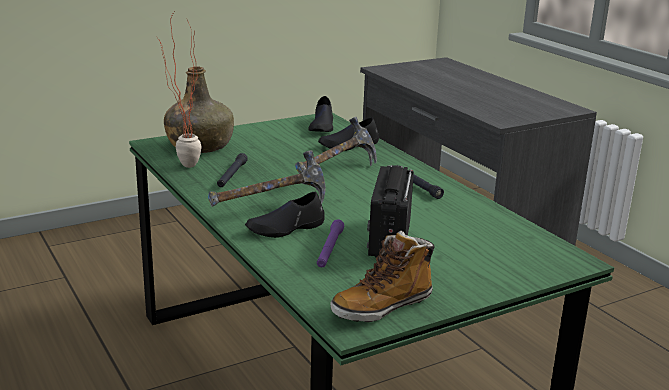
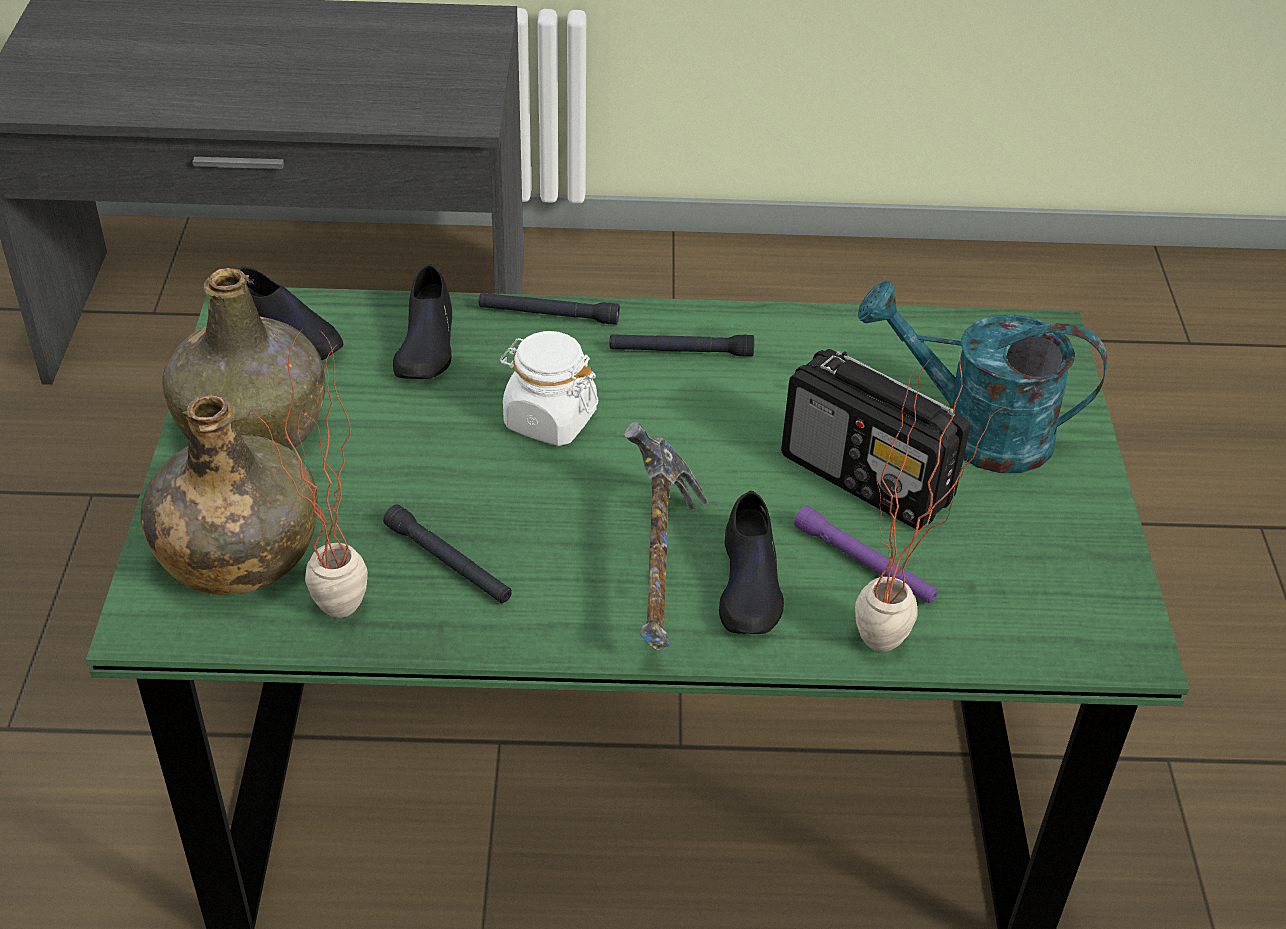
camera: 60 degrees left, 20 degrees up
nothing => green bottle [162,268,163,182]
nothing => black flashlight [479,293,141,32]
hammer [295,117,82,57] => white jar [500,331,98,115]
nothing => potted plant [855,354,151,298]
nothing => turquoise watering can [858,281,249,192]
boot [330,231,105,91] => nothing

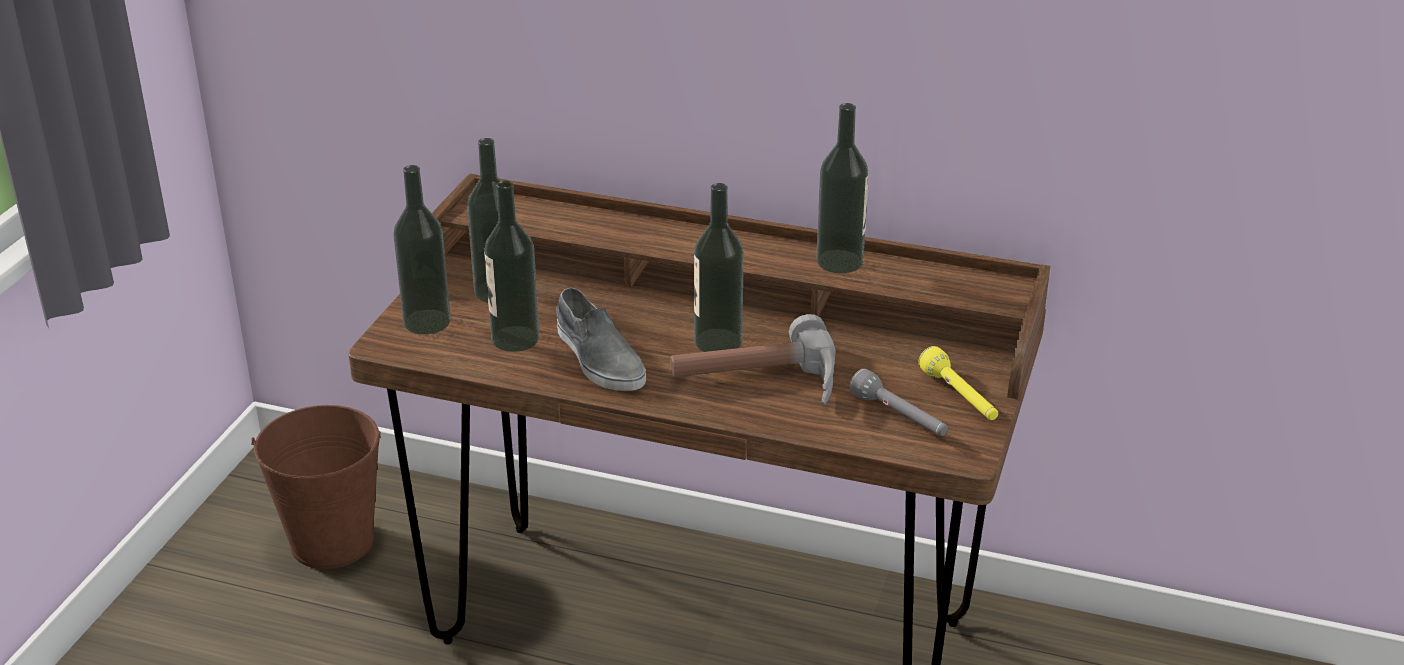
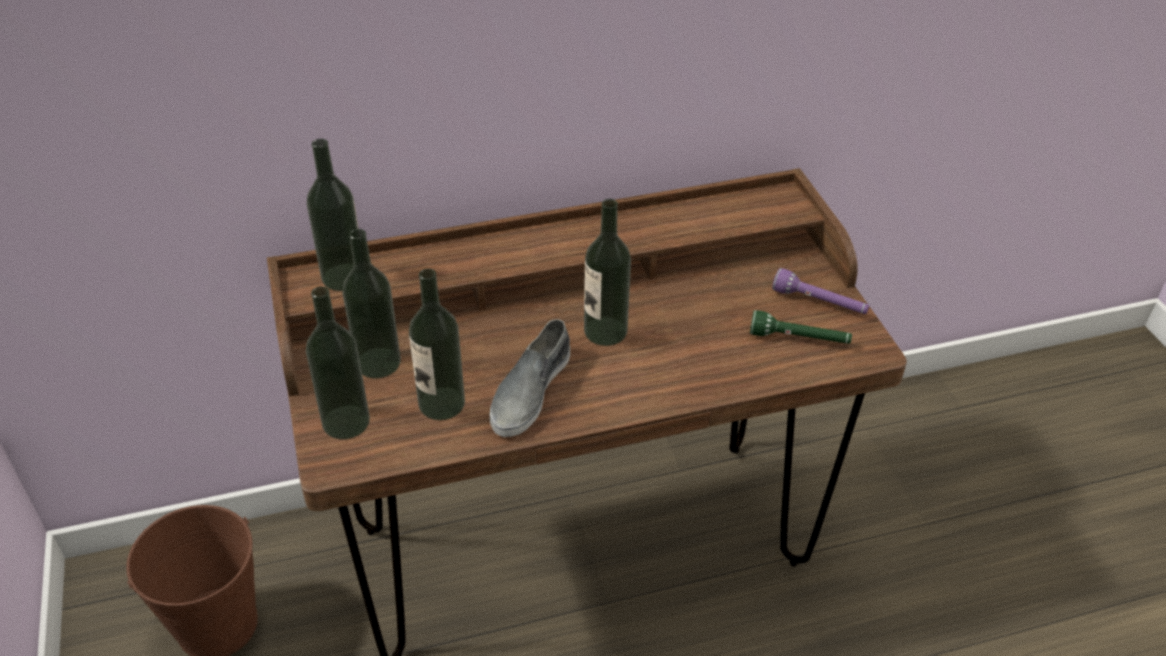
camera: 35 degrees left, 10 degrees up
bottle [816,103,53,170] => bottle [307,139,52,152], shifted
grey shoe [556,287,90,104] => grey shoe [490,319,80,118], 90 degrees clockwise
grey flashlight [849,369,99,67] => green flashlight [750,310,102,34]
yellow flashlight [918,346,80,74] => purple flashlight [772,268,97,46]
hammer [670,314,166,91] => nothing

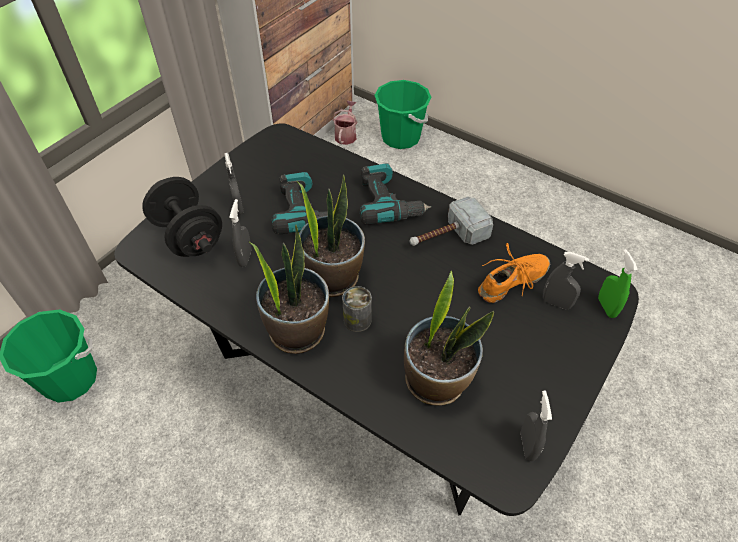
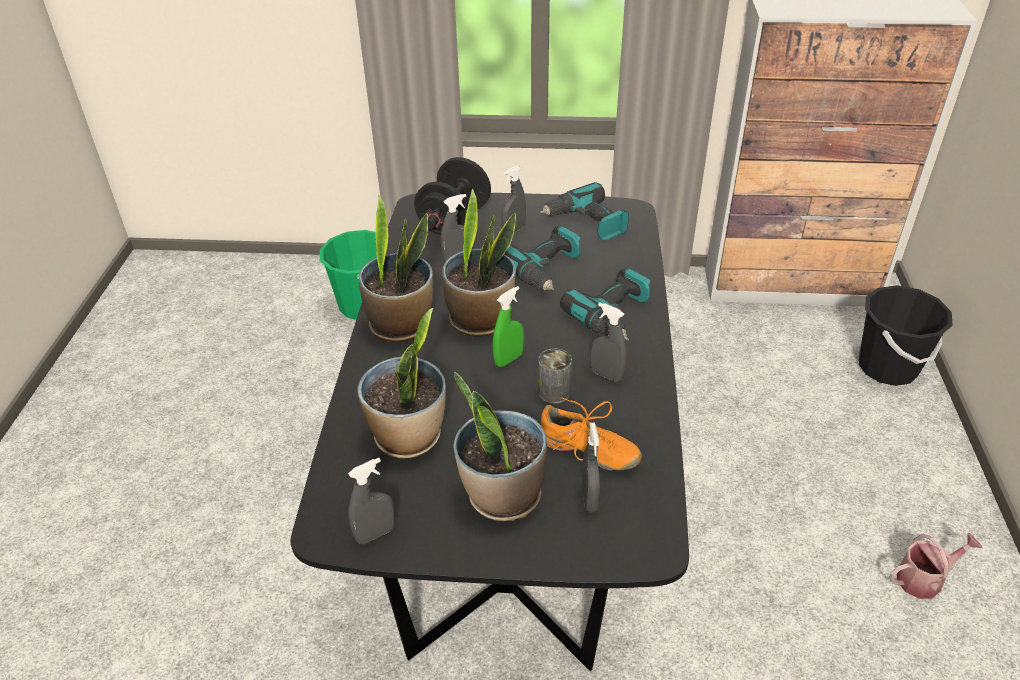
camera: 60 degrees right, 10 degrees down
nothing => potted plant [454,371,93,150]
green spray bottle [598,249,40,69] => green spray bottle [493,286,31,81], shifted
can [342,286,30,46] => can [538,348,34,55], shifted
nothing => power drill [540,182,89,59]
hammer [410,196,83,50] => grey spray bottle [591,302,36,80]
green bucket [375,80,57,69] => black bucket [859,285,94,101]
watering can [333,101,24,44] => watering can [889,533,94,66], shifted

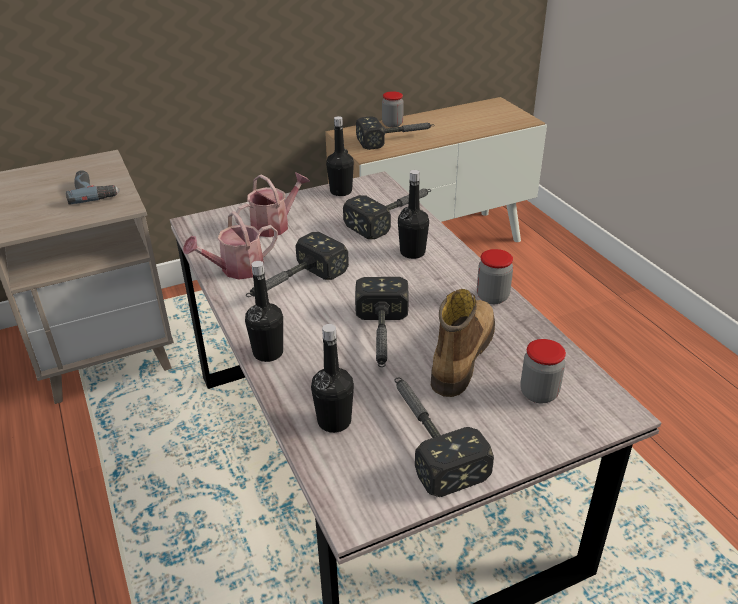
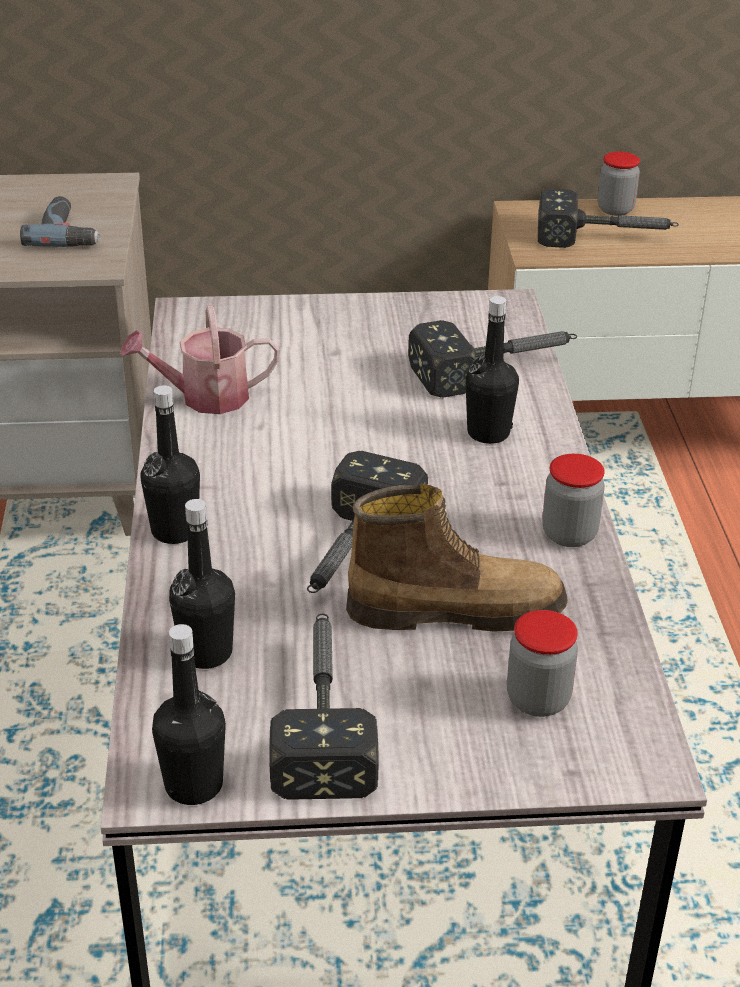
camera: 20 degrees right, 0 degrees up
black bottle [326,116,28,80] => black bottle [152,624,74,181], shifted
boot [431,289,64,108] => boot [346,484,222,148], 45 degrees clockwise
watering can [235,172,75,65] => nothing
hammer [246,232,103,65] => nothing

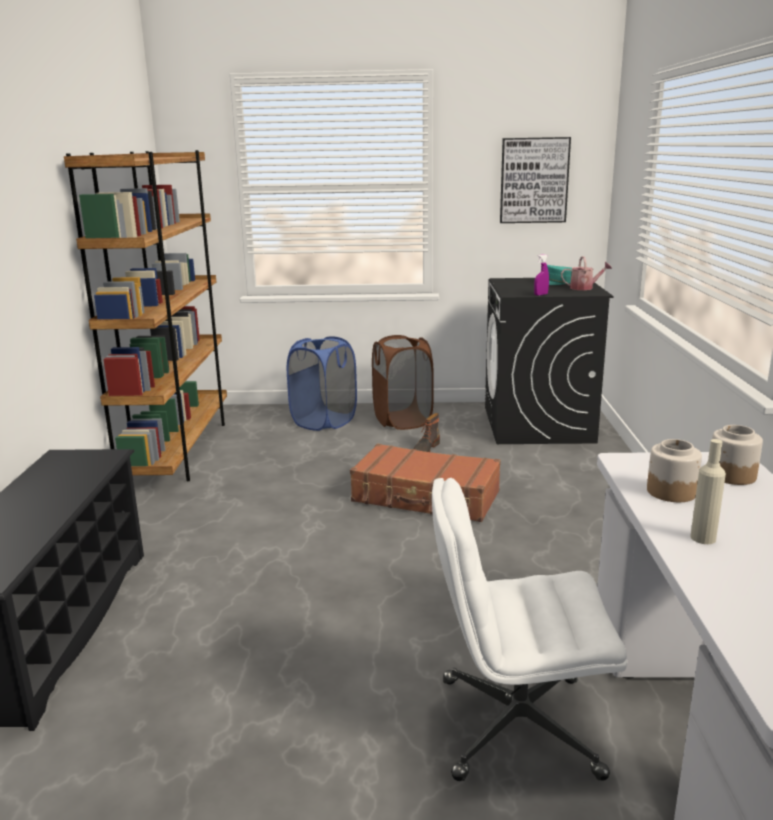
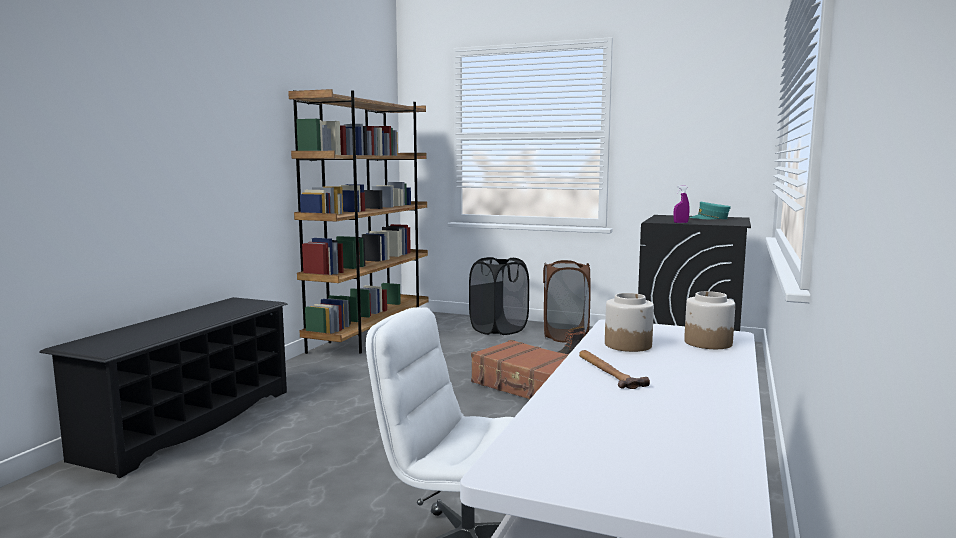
camera: 20 degrees right, 10 degrees down
blue laundry basket [287,336,70,95] => black laundry basket [469,257,60,78]
beige bottle [690,439,36,105] => hammer [579,350,71,39]
picture [500,137,71,86] => nothing
watering can [561,256,51,34] => nothing

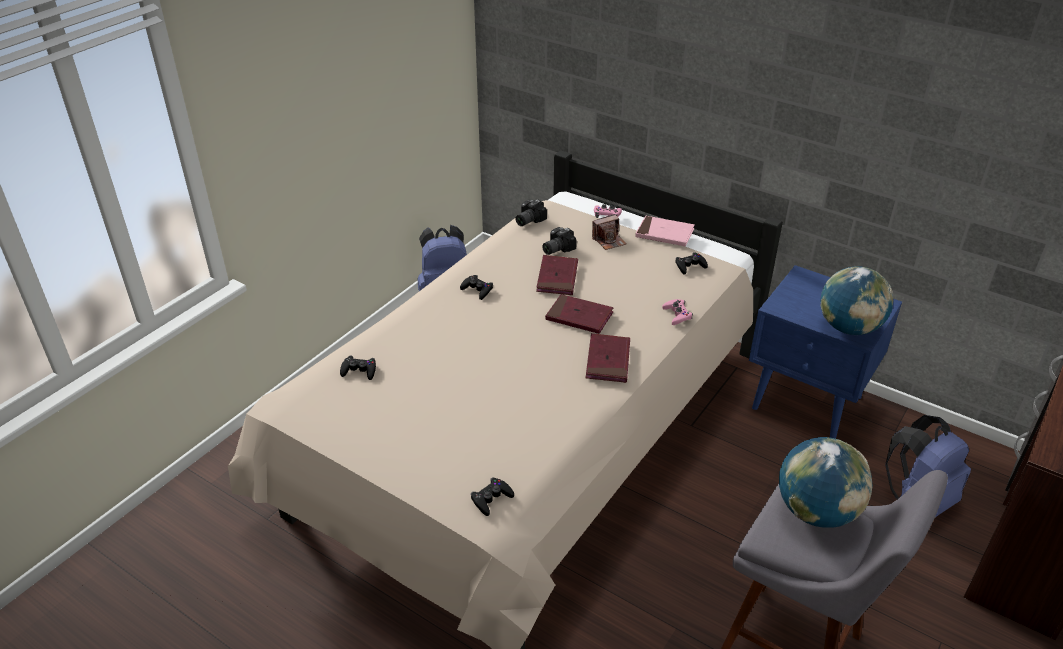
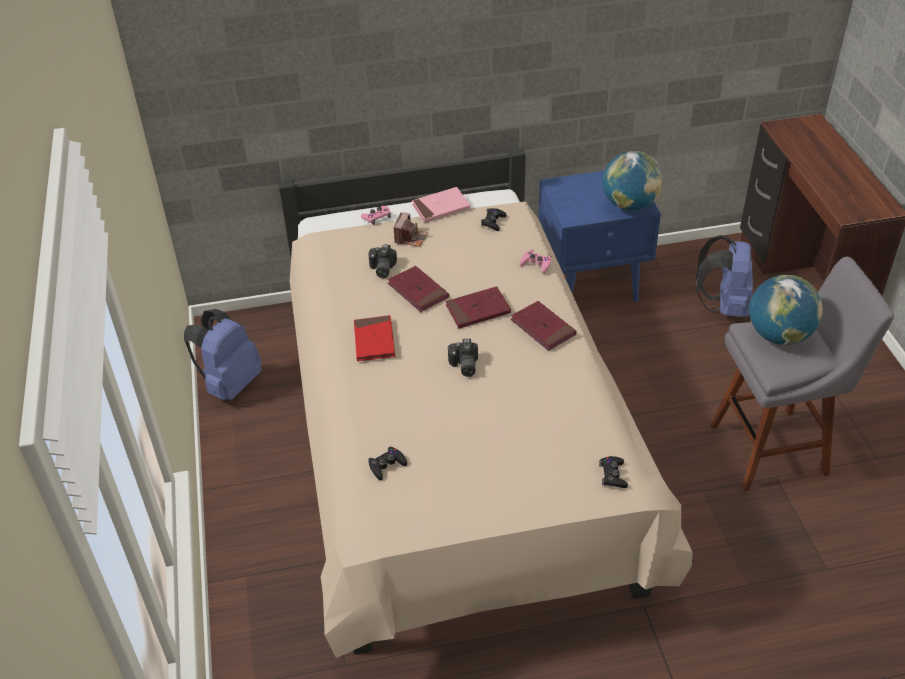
camera: 45 degrees left, 5 degrees up
black game controller [460,275,33,25] => red book [354,315,41,46]
photo camera [516,199,31,27] => photo camera [448,339,30,38], shifted

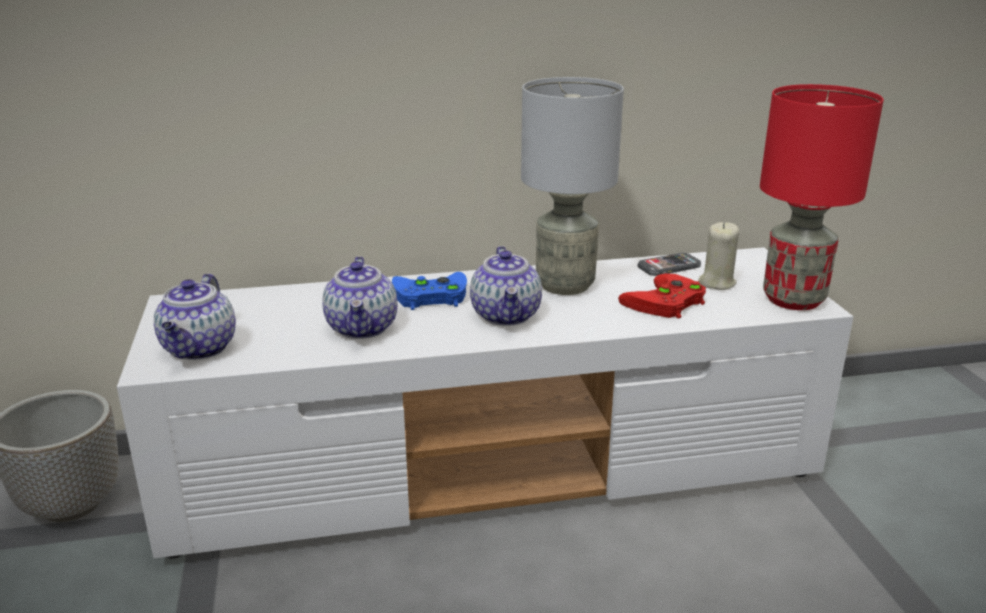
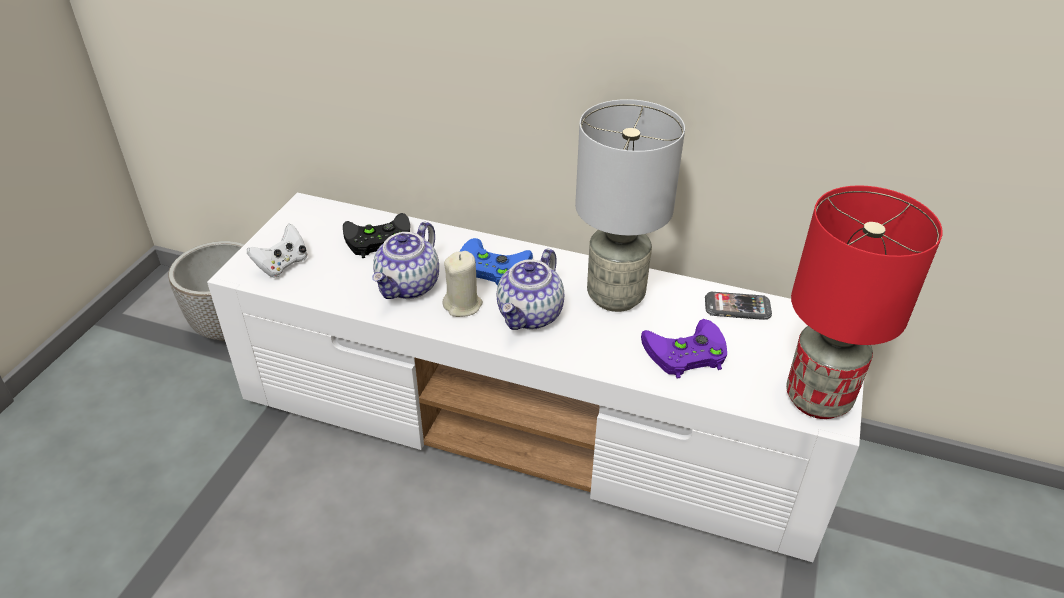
camera: 30 degrees right, 15 degrees up
teapot [154,274,82,86] => white game controller [247,224,61,53]
nothing => black game controller [343,213,67,45]
beige candle [698,222,41,68] => beige candle [443,251,40,66], shifted
red game controller [618,273,88,46] => purple game controller [641,319,86,59]

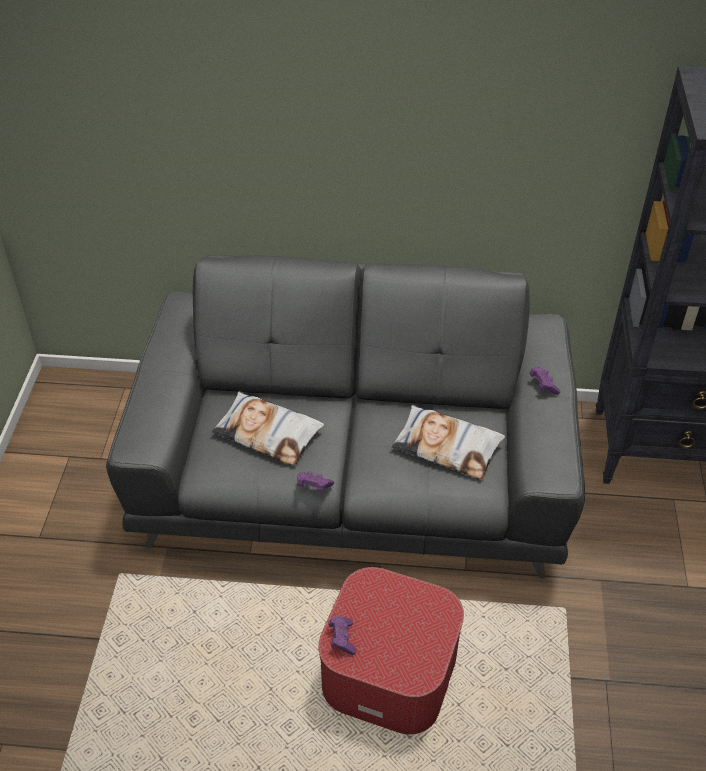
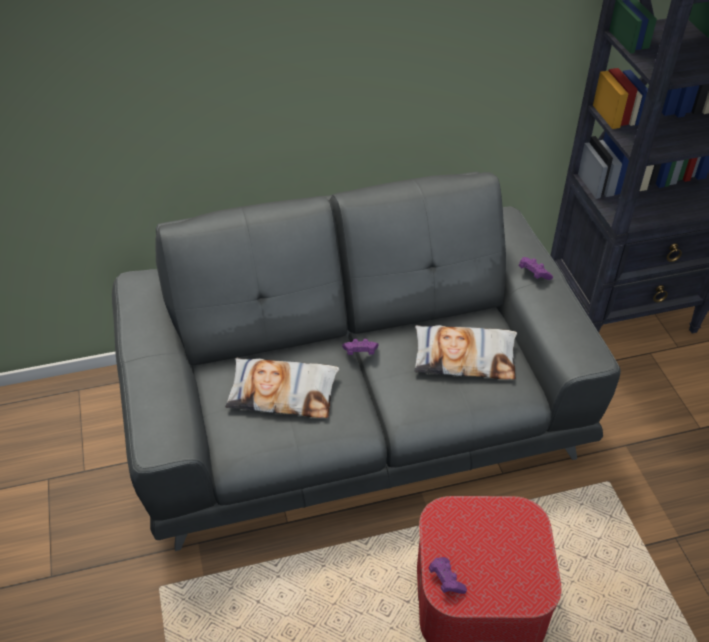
camera: 20 degrees left, 0 degrees up
purple game controller [297,471,37,21] => purple game controller [342,339,36,16], shifted

